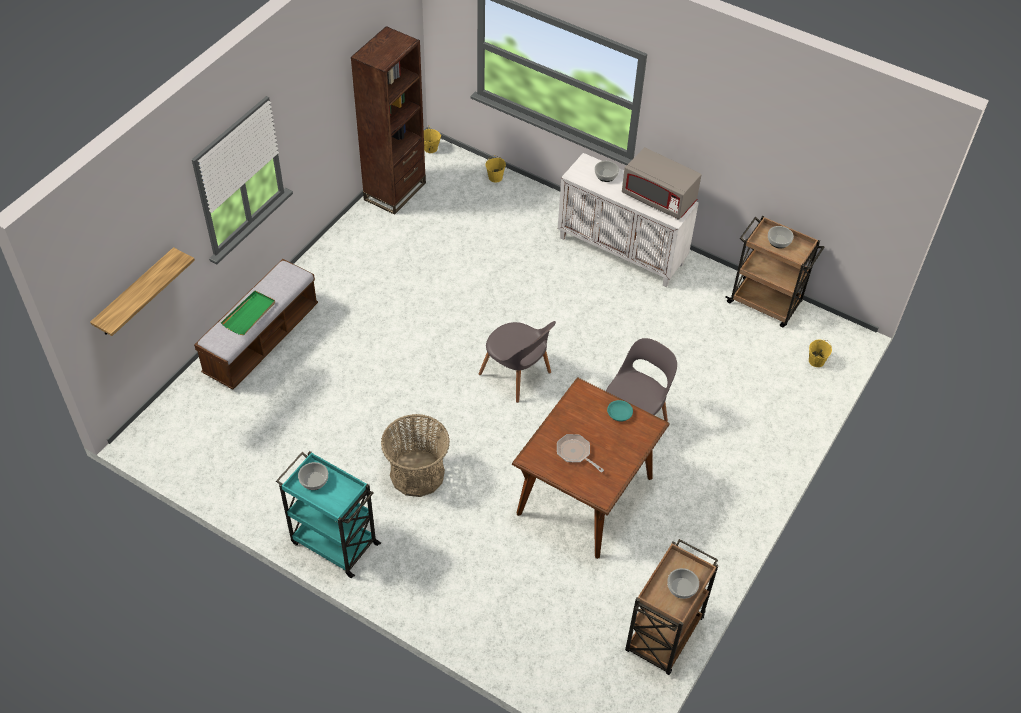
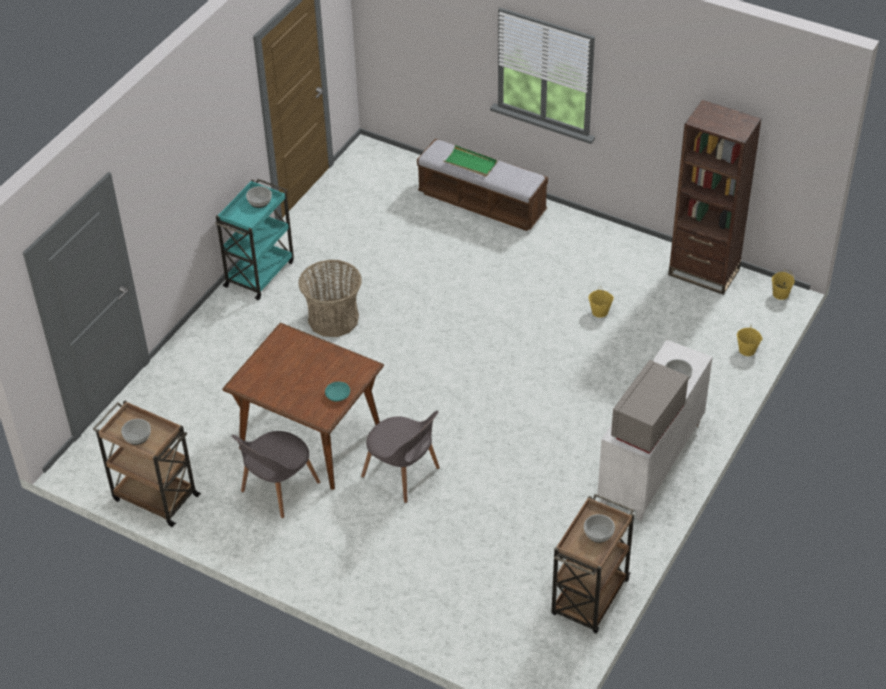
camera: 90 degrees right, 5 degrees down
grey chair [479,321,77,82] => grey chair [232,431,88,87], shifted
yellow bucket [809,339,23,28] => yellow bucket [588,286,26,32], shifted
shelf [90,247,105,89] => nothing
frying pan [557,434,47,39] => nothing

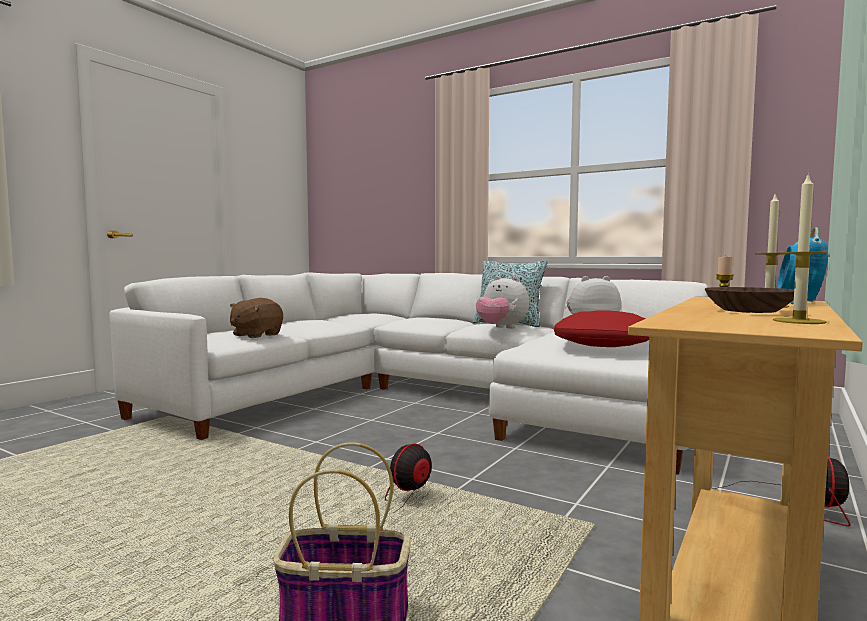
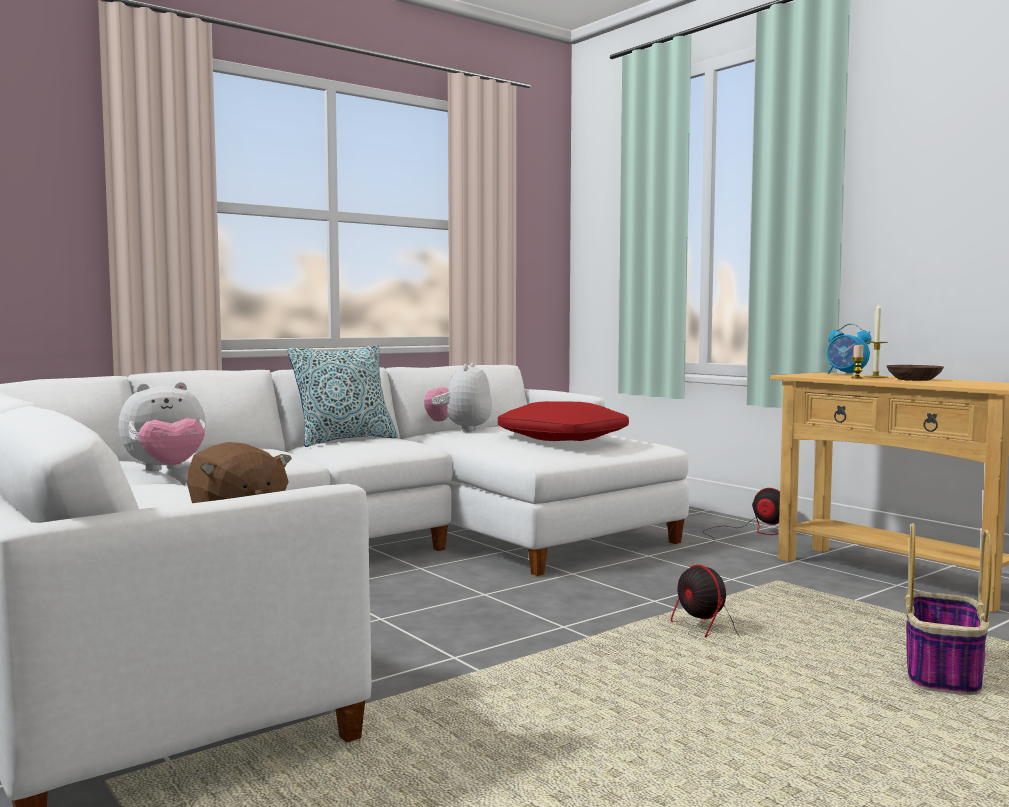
camera: 70 degrees left, 0 degrees up
plush toy [476,276,53,53] => plush toy [118,382,88,89], shifted
candle [773,172,54,152] => nothing

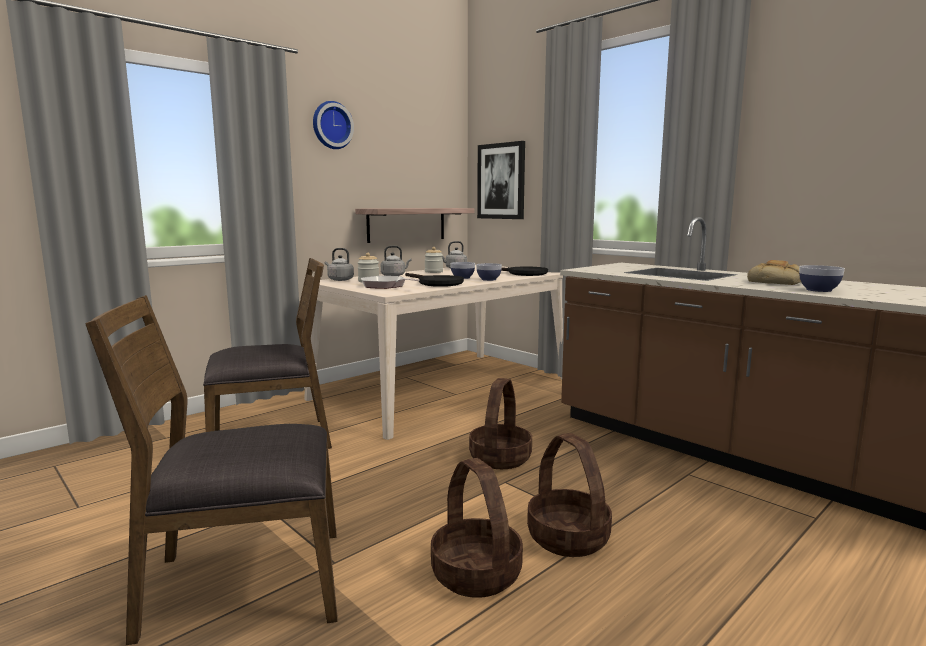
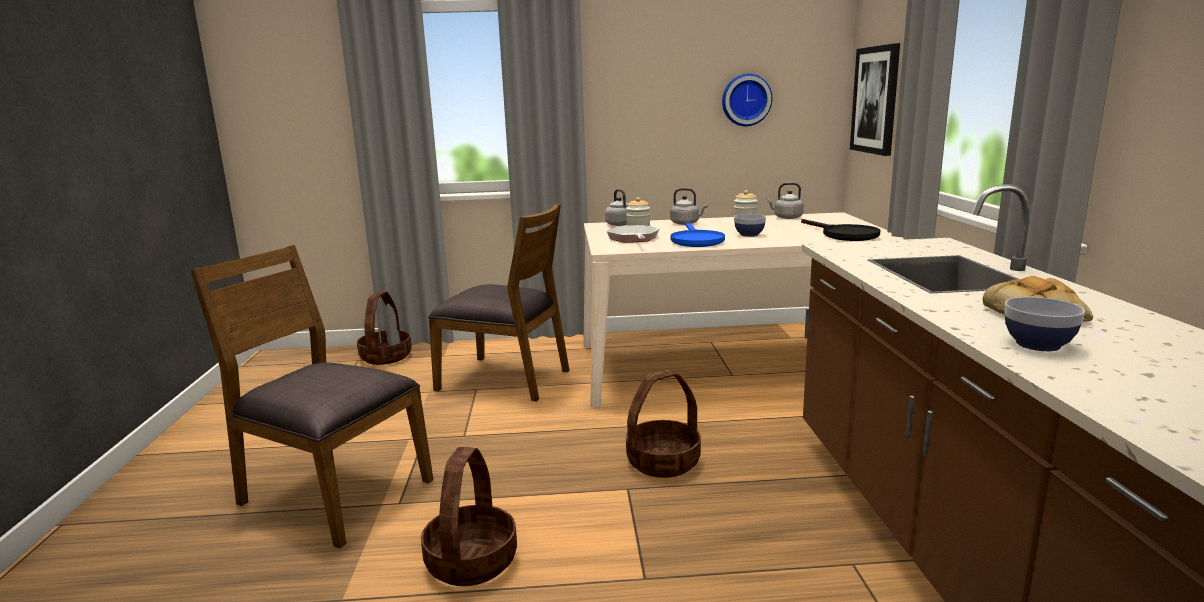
camera: 40 degrees right, 5 degrees up
basket [527,433,85,124] => basket [357,291,55,74], shifted
black frying pan [405,273,59,14] => blue frying pan [670,222,55,25]
wall clock [313,101,41,48] => wall clock [722,73,50,53], shifted
shelf [355,208,120,35] => nothing
bowl [476,263,26,18] => nothing

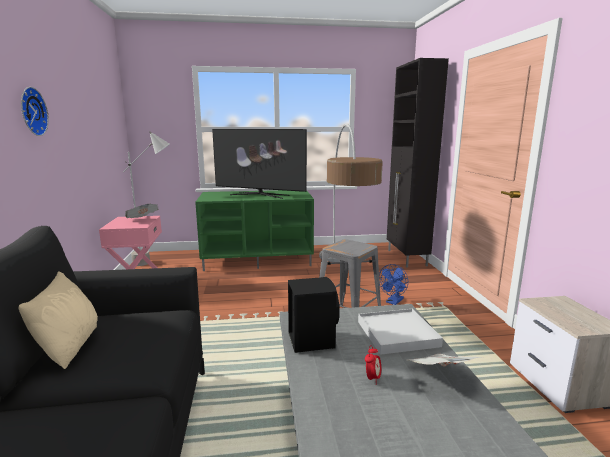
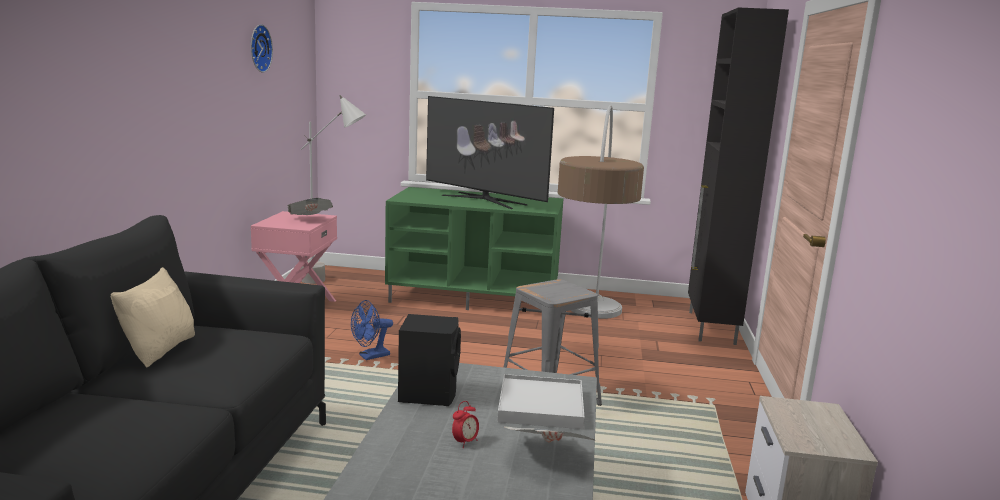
camera: 15 degrees right, 0 degrees up
wall clock [21,87,28,49] => wall clock [251,24,22,49], shifted
blue fan [379,264,29,41] => blue fan [351,300,42,60], shifted

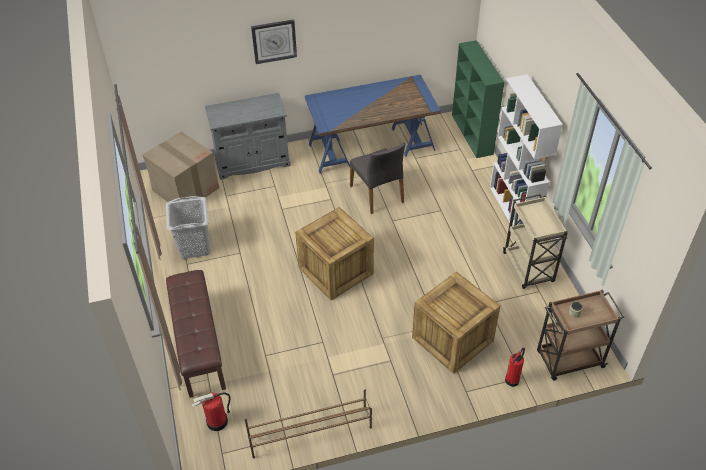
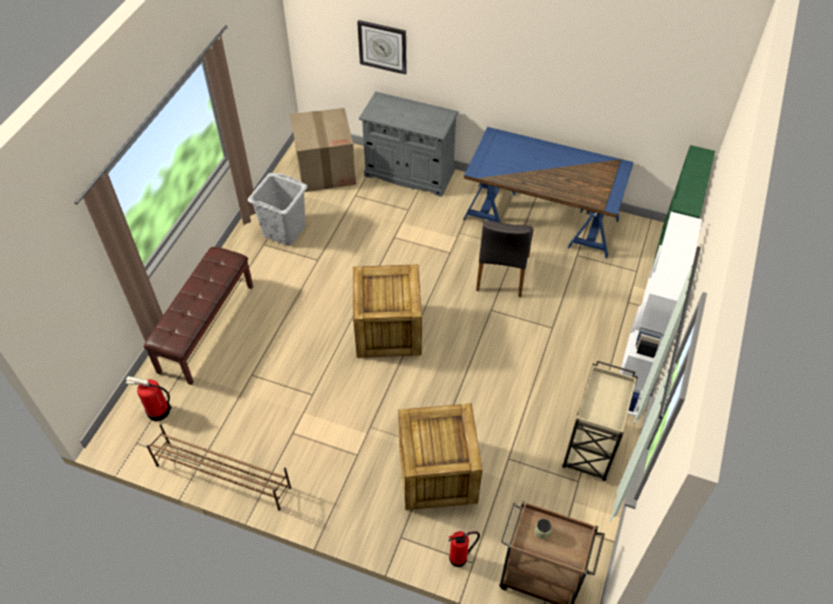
camera: 35 degrees right, 5 degrees up
wall clock [251,19,46,45] => wall clock [357,20,50,55], shifted

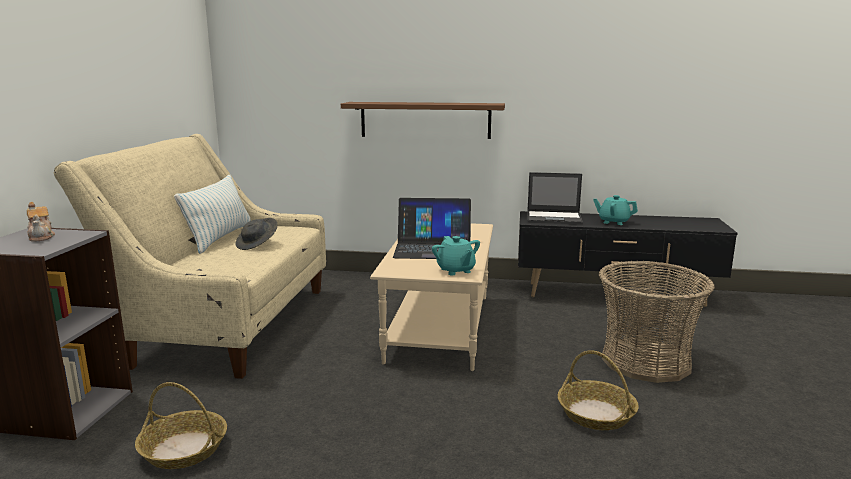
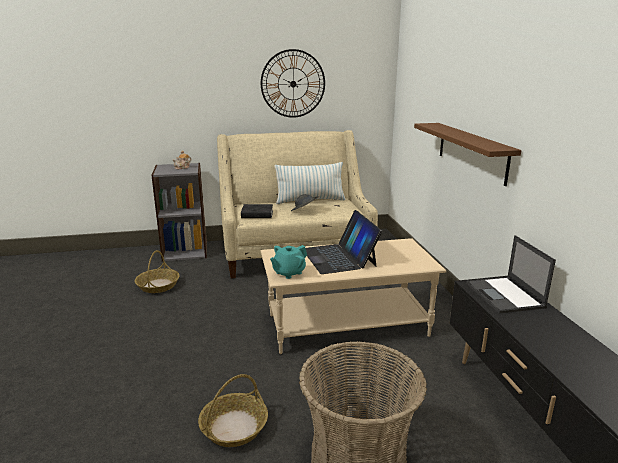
camera: 70 degrees right, 5 degrees up
nothing => black book [241,204,32,14]
nothing => wall clock [261,49,64,69]
turquoise teapot [593,195,45,30] => nothing

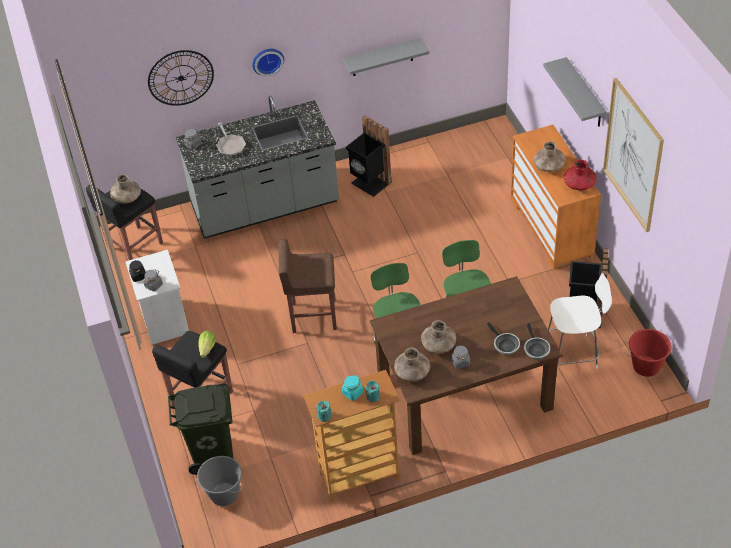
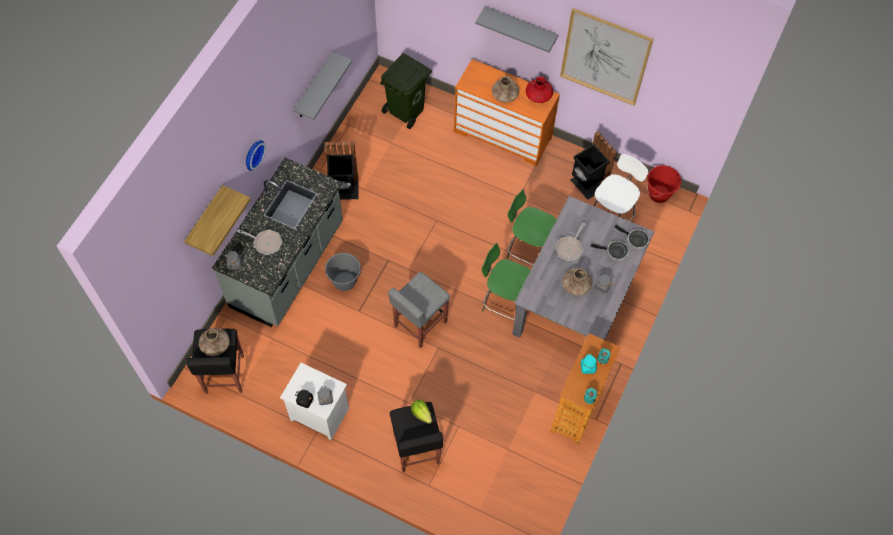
camera: 50 degrees left, 15 degrees up
wall clock [148,50,66,56] => shelf [184,185,67,71]
grey bucket [197,456,45,50] => grey bucket [325,253,37,38], shifted
green trash can [168,383,65,92] => green trash can [380,53,52,76], shifted
brown stool [278,239,59,94] => grey stool [388,272,62,76]
brown dining table [370,276,193,179] => grey dining table [512,196,143,144]
nothing => frying pan [555,222,30,39]
brown vase [394,347,36,34] => nothing

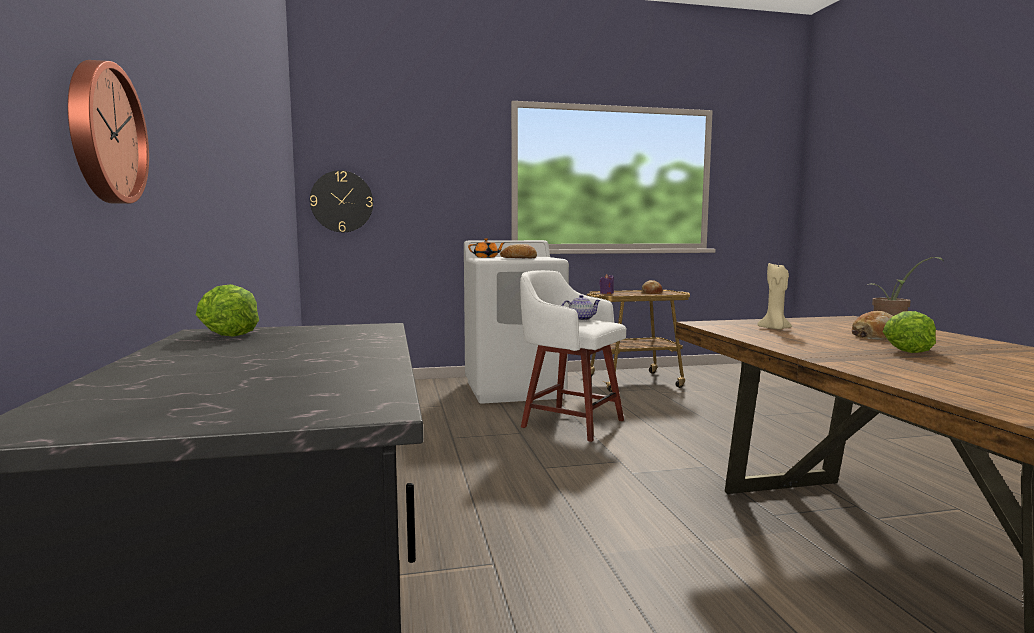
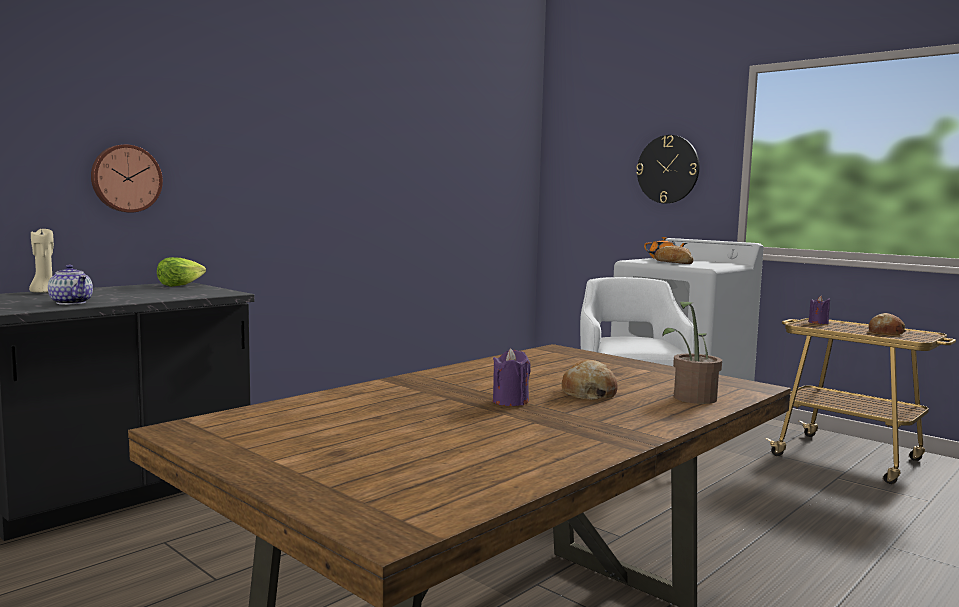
camera: 55 degrees right, 0 degrees up
beige candle [757,263,35,67] => beige candle [29,227,25,66], shifted
teapot [562,295,39,26] => teapot [48,265,45,40], shifted
lettuce [883,311,53,42] => purple candle [493,349,38,57]
wall clock [310,170,63,62] => wall clock [636,135,64,69], shifted

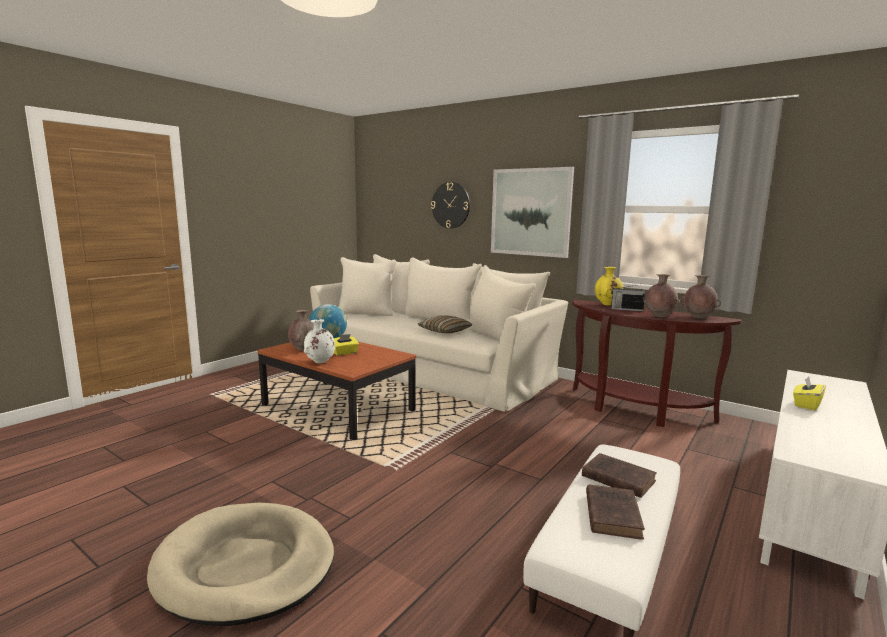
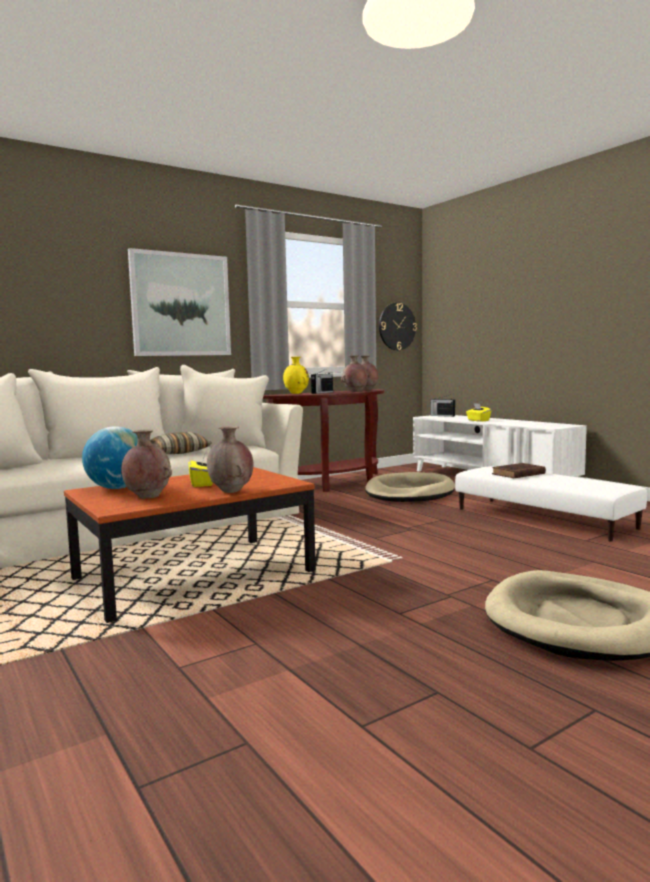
camera: 70 degrees left, 5 degrees down
white vase [304,319,31,44] => brown vase [207,426,47,67]
nothing => beige dog bed [365,472,90,30]
wall clock [431,182,39,47] => wall clock [379,303,38,47], shifted
nothing => radio [430,395,25,22]
brown book [586,484,59,56] => nothing

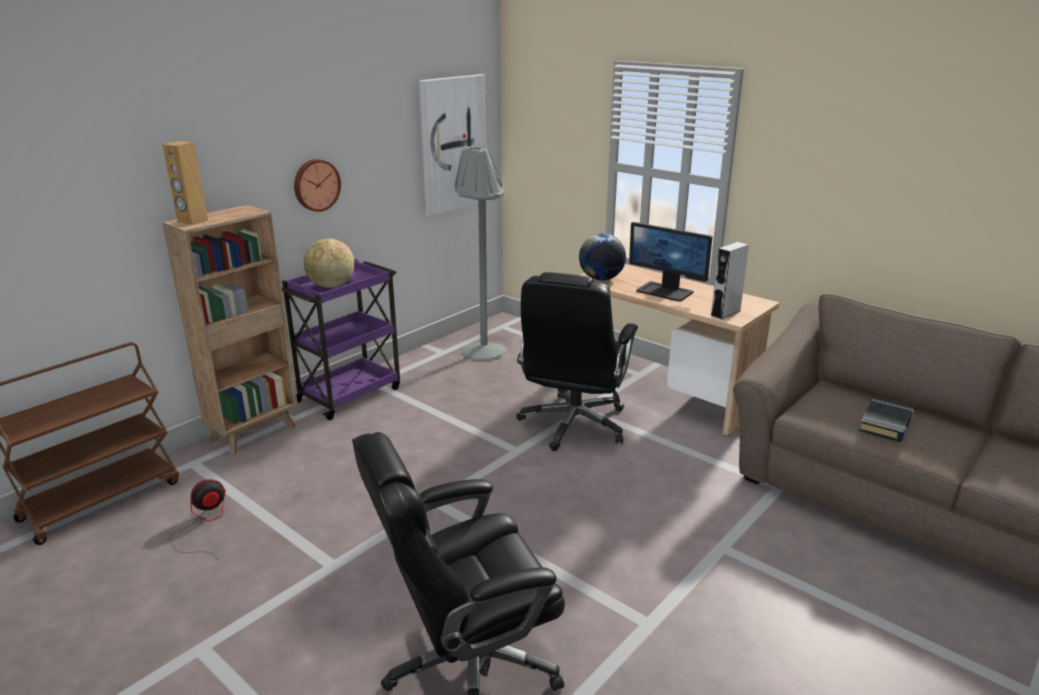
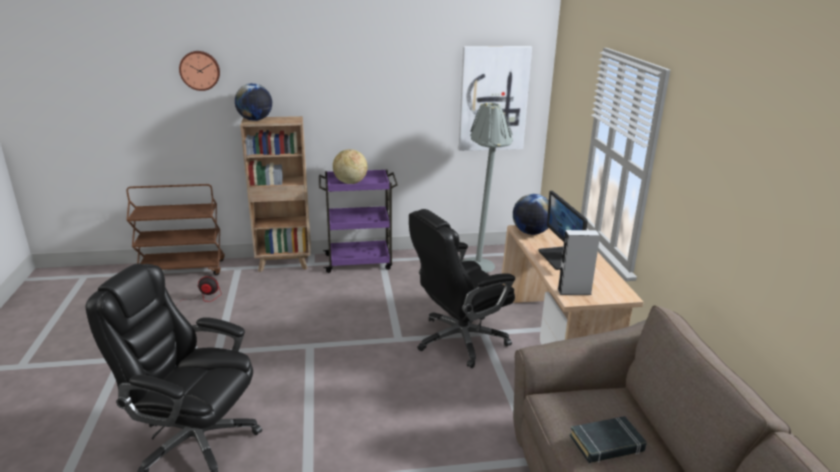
camera: 40 degrees right, 0 degrees up
wall clock [294,159,47,53] => wall clock [179,51,41,40], shifted
brown speaker [163,141,45,84] => globe [235,83,37,38]

